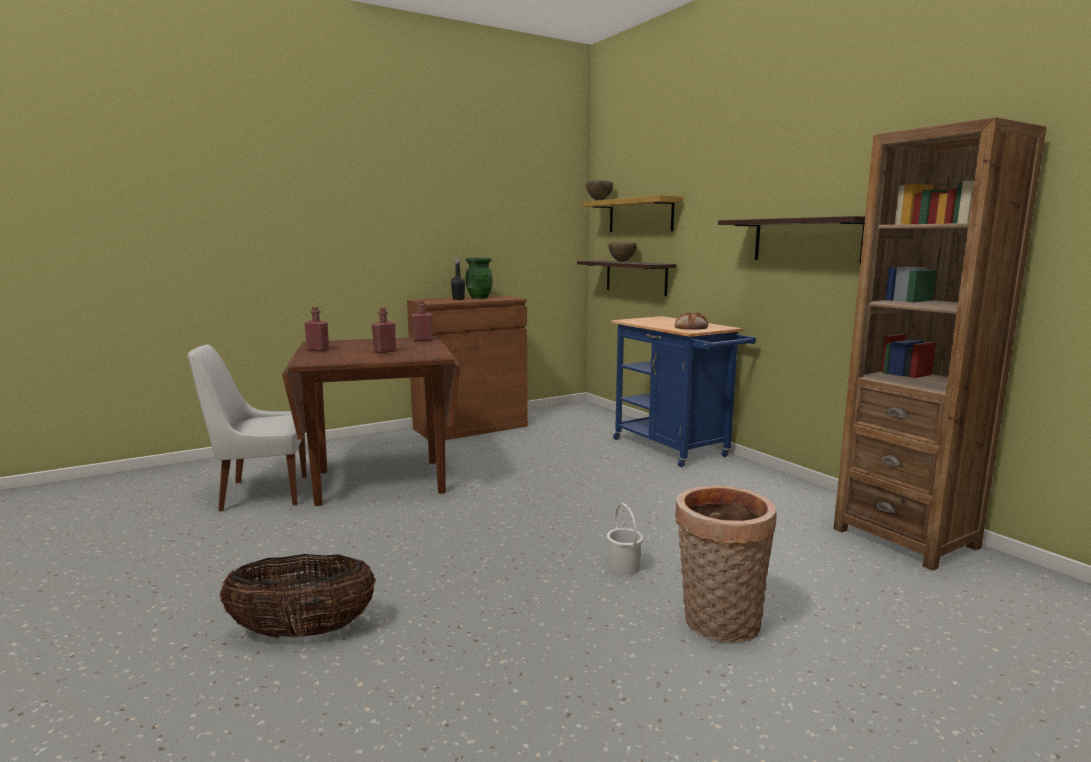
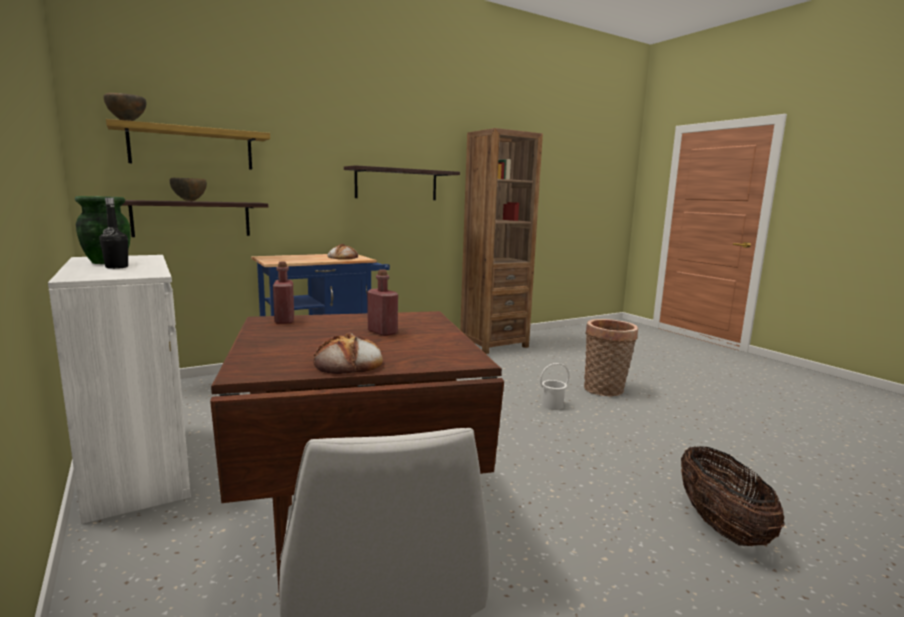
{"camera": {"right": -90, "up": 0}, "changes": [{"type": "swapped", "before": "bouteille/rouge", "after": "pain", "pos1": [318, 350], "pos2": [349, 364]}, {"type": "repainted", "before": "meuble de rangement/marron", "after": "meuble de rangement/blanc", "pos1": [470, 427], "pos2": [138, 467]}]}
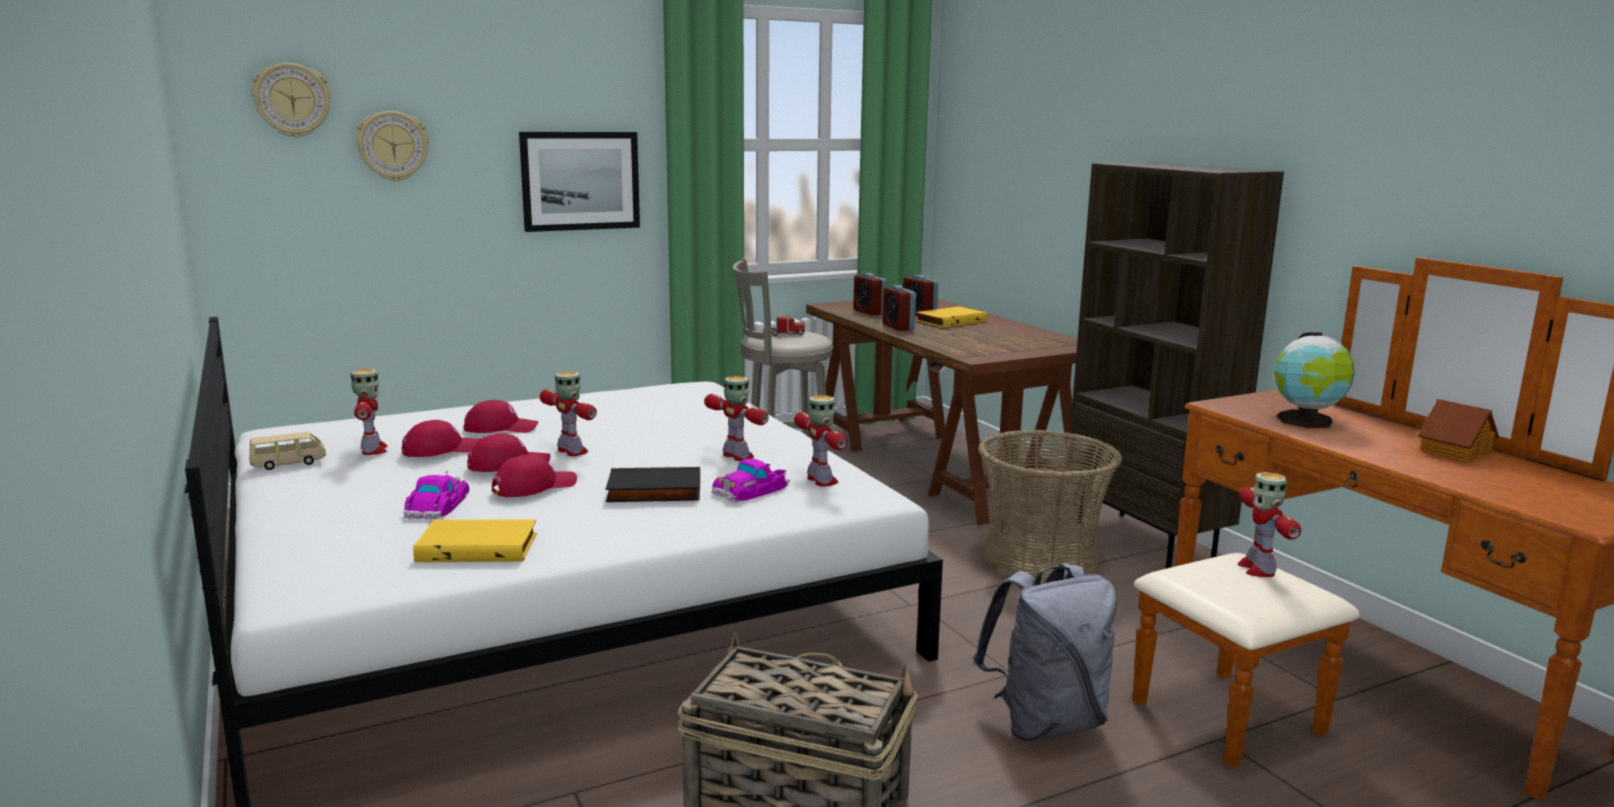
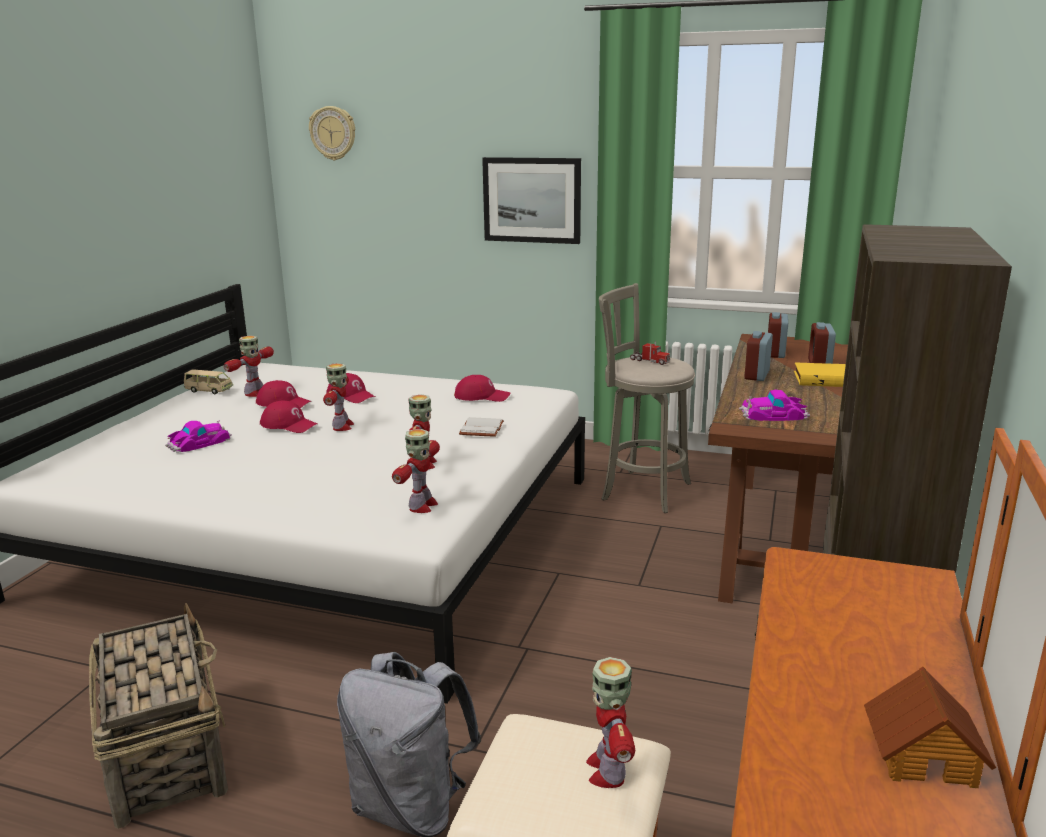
{"camera": {"right": 45, "up": 5}, "changes": [{"type": "gone", "before": "horloge murale", "pos1": [392, 146]}, {"type": "gone", "before": "livre/jaune", "pos1": [479, 547]}, {"type": "shifted", "before": "casquette/rouge", "pos1": [534, 486], "pos2": [482, 396]}, {"type": "gone", "before": "livre/noir", "pos1": [653, 492]}, {"type": "shifted", "before": "petite voiture", "pos1": [751, 489], "pos2": [773, 415]}, {"type": "gone", "before": "panier", "pos1": [1041, 560]}, {"type": "rotated", "before": "robot jouet", "pos1": [1257, 568], "pos2": [607, 769], "turn": -45}, {"type": "gone", "before": "globe", "pos1": [1306, 421]}, {"type": "new", "after": "livre/blanc", "pos2": [480, 428]}]}
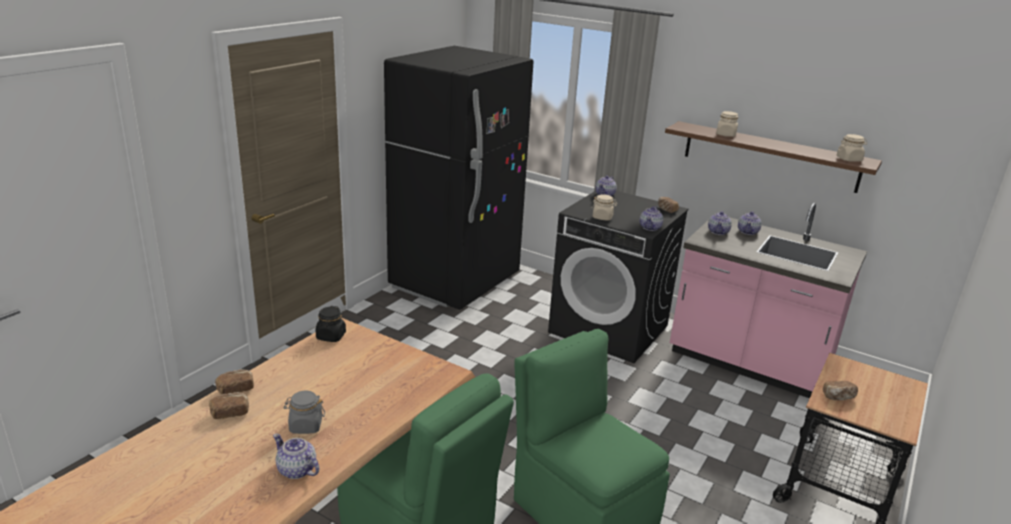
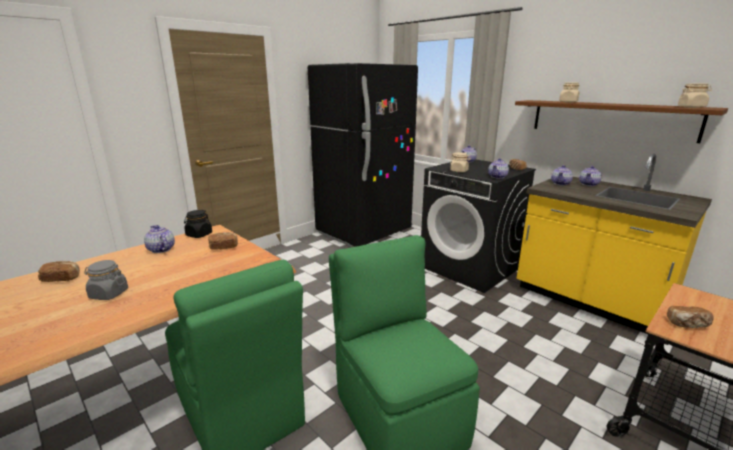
{"camera": {"right": 15, "up": -5}, "changes": [{"type": "shifted", "before": "pain", "pos1": [235, 389], "pos2": [223, 247]}, {"type": "shifted", "before": "théière", "pos1": [297, 470], "pos2": [161, 249]}, {"type": "repainted", "before": "comptoir de cuisine/rose", "after": "comptoir de cuisine/jaune", "pos1": [749, 362], "pos2": [590, 300]}]}
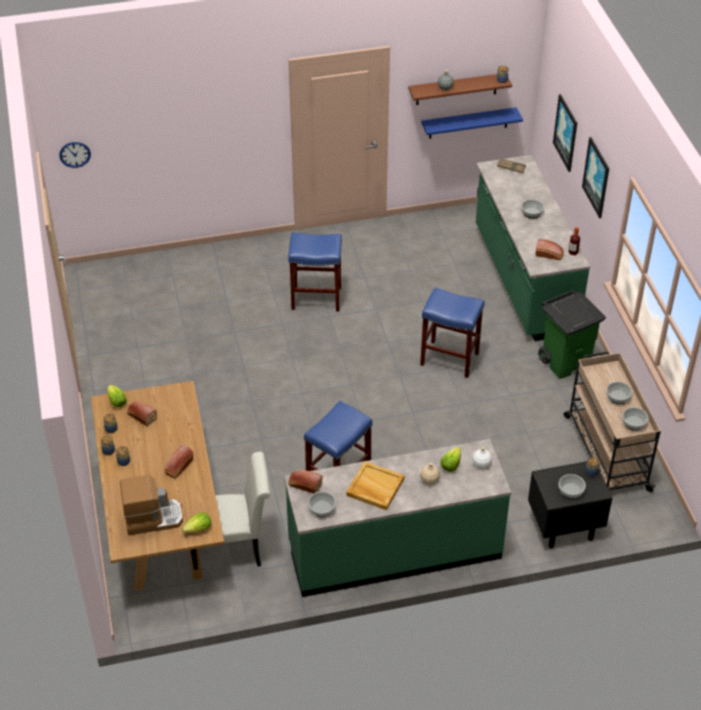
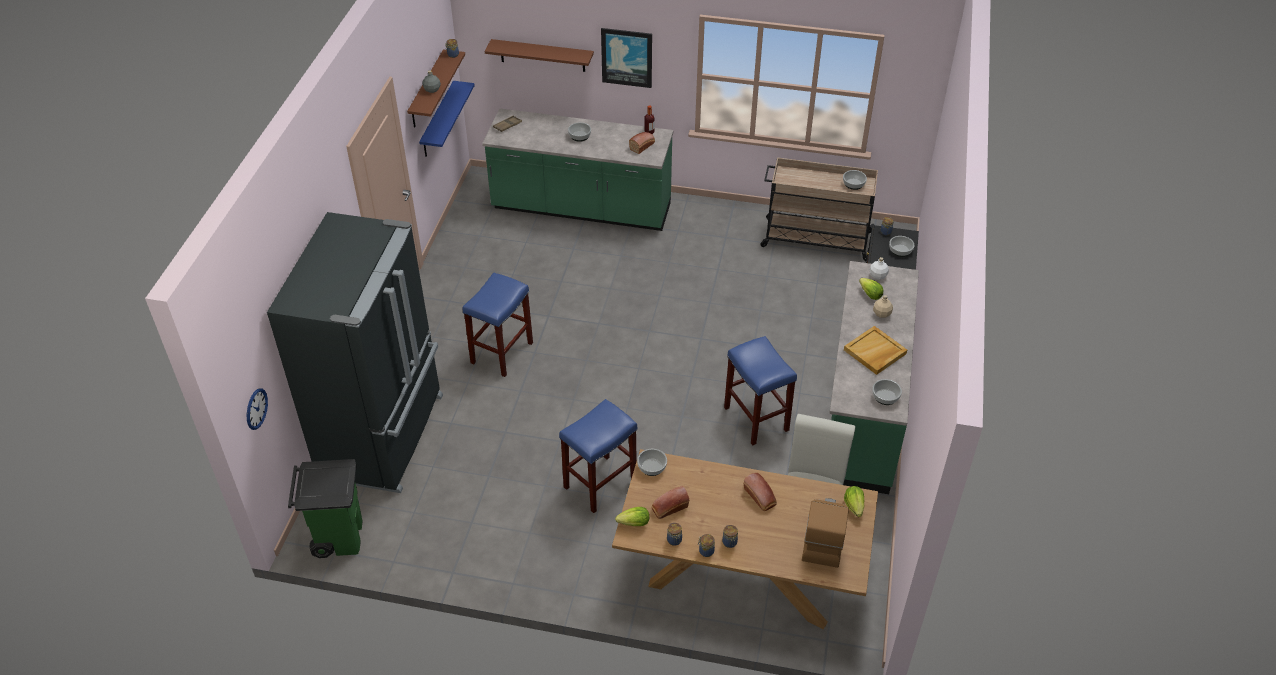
{"camera": {"right": -65, "up": 0}, "changes": [{"type": "gone", "before": "pain", "pos1": [304, 485]}, {"type": "shifted", "before": "tabouret/bleu", "pos1": [448, 359], "pos2": [599, 484]}, {"type": "shifted", "before": "poubelle/vert", "pos1": [565, 361], "pos2": [338, 536]}, {"type": "swapped", "before": "tableau", "after": "étagère/marron", "pos1": [566, 132], "pos2": [542, 55]}, {"type": "shifted", "before": "bol", "pos1": [617, 397], "pos2": [651, 467]}, {"type": "new", "after": "réfrigérateur/noir", "pos2": [385, 436]}]}
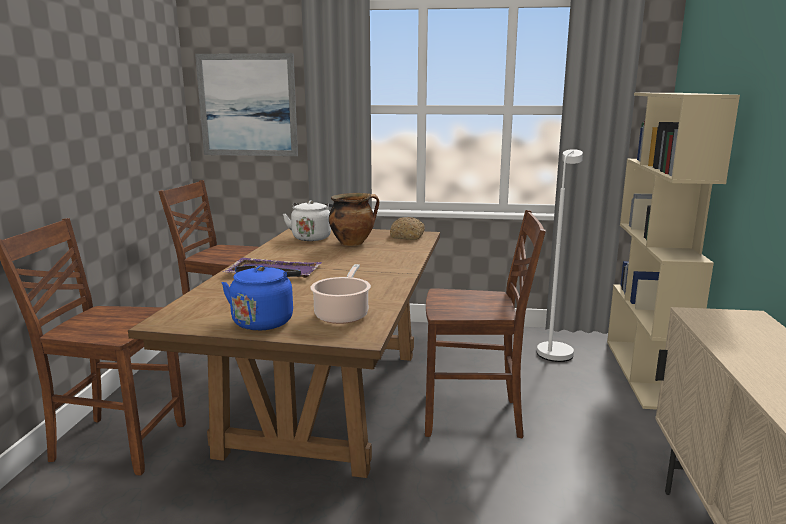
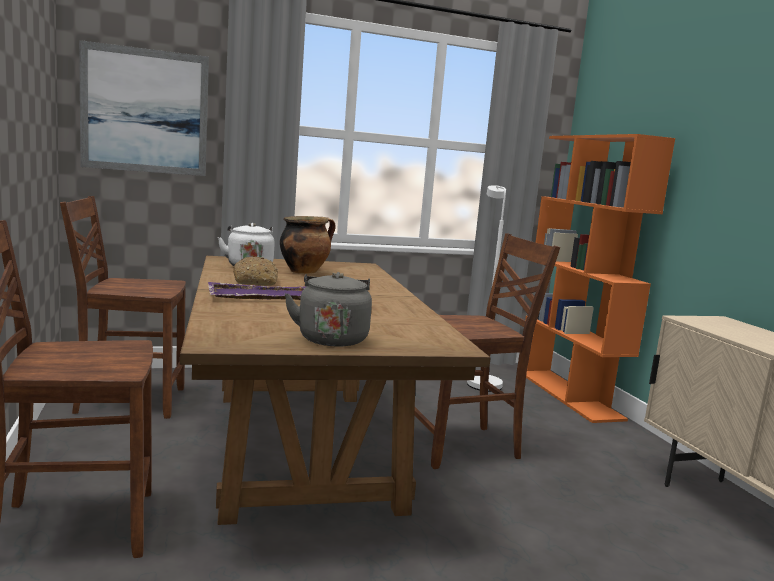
{"camera": {"right": -25, "up": -5}, "changes": [{"type": "repainted", "before": "bouilloire/bleu", "after": "bouilloire/gris", "pos1": [264, 321], "pos2": [332, 338]}, {"type": "gone", "before": "marmite", "pos1": [342, 314]}, {"type": "shifted", "before": "pain", "pos1": [407, 236], "pos2": [256, 281]}, {"type": "repainted", "before": "bibliothèque/beige", "after": "bibliothèque/orange", "pos1": [645, 373], "pos2": [569, 395]}]}
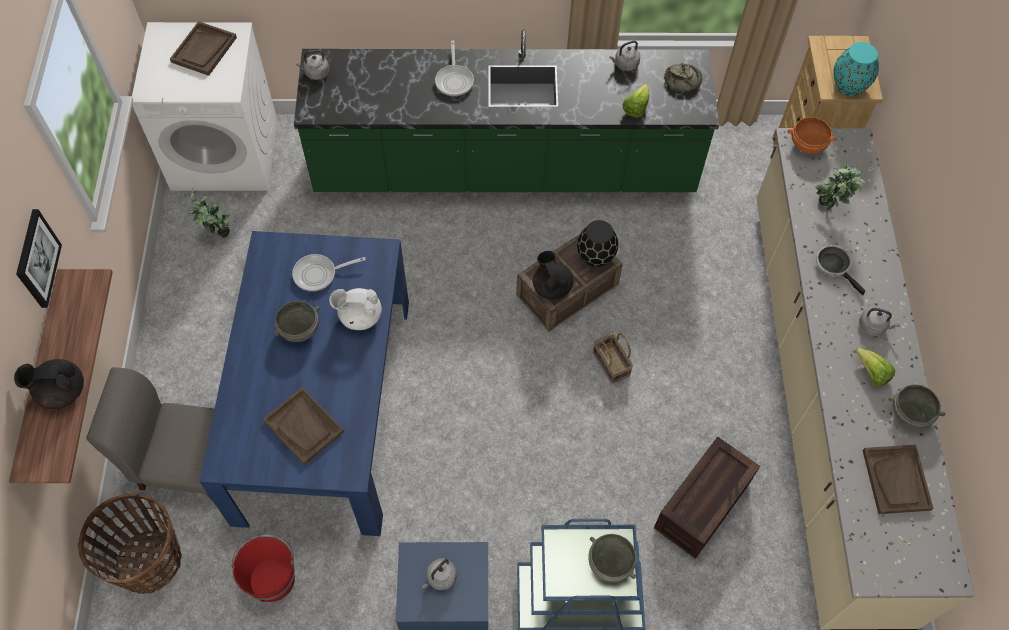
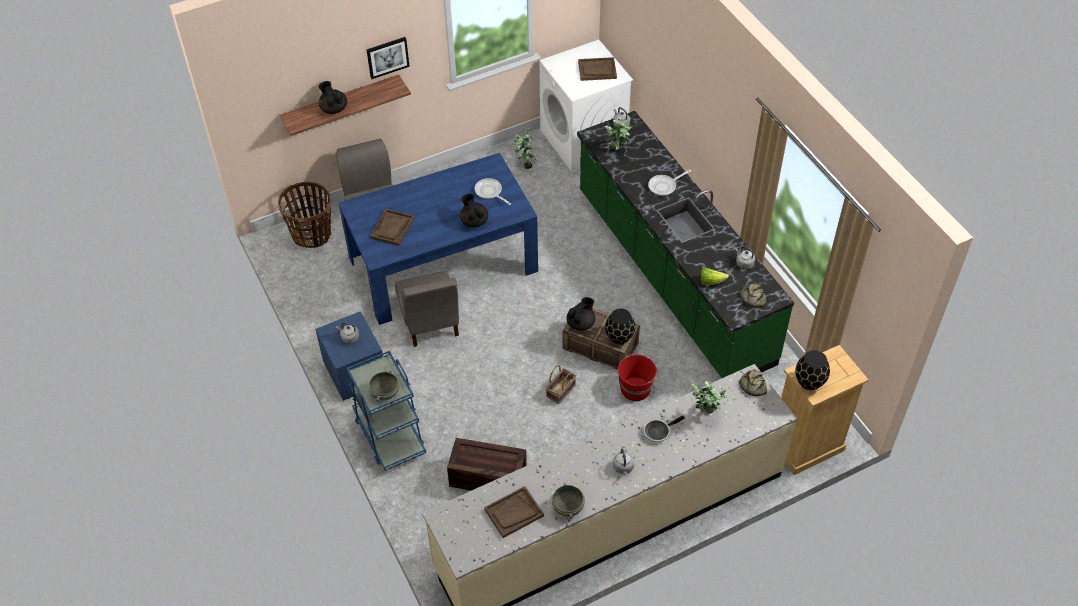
{"camera": {"right": 65, "up": -10}, "changes": [{"type": "shifted", "before": "seau/rouge", "pos1": [271, 578], "pos2": [636, 388]}, {"type": "gone", "before": "bol/gris", "pos1": [299, 330]}, {"type": "repainted", "before": "théière/blanc", "after": "théière/noir", "pos1": [359, 316], "pos2": [474, 221]}, {"type": "swapped", "before": "bol/orange", "after": "pain", "pos1": [807, 144], "pos2": [752, 385]}, {"type": "rotated", "before": "poêle", "pos1": [834, 266], "pos2": [658, 432], "turn": -150}, {"type": "repainted", "before": "vase/turquoise", "after": "vase/noir", "pos1": [849, 86], "pos2": [809, 382]}, {"type": "gone", "before": "laitue", "pos1": [871, 373]}, {"type": "new", "after": "chaise/gris", "pos2": [430, 322]}, {"type": "new", "after": "plante en pot", "pos2": [617, 152]}]}
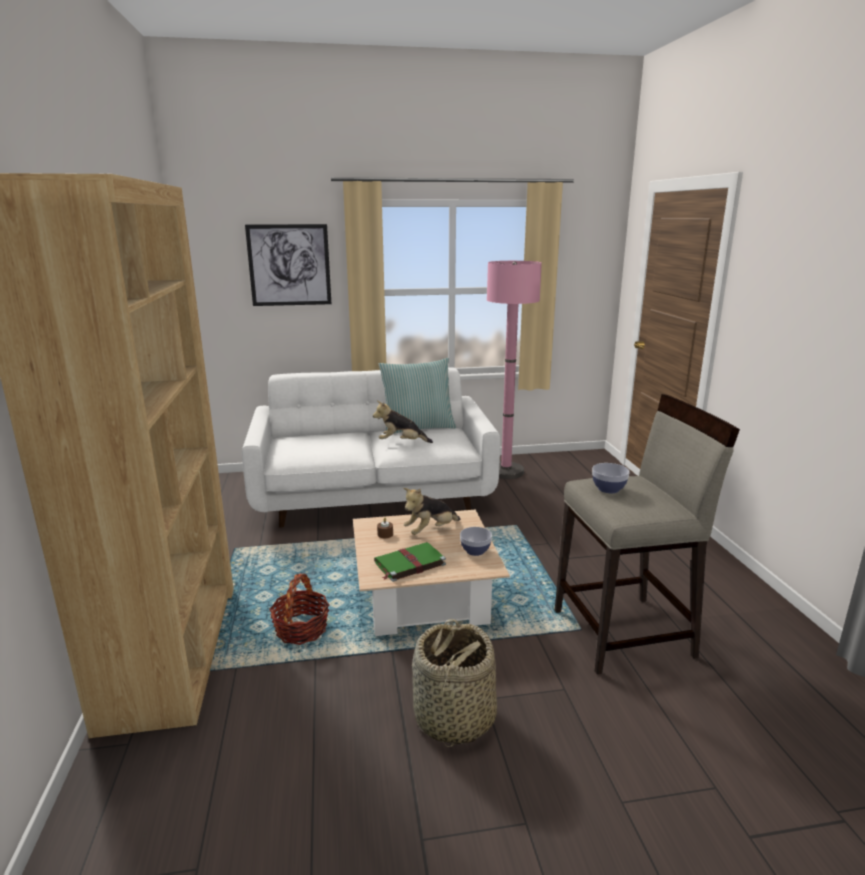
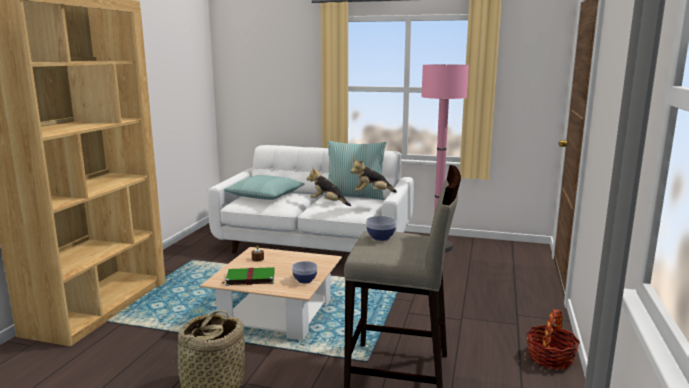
{"camera": {"right": 25, "up": -5}, "changes": [{"type": "gone", "before": "tableau", "pos1": [289, 265]}, {"type": "shifted", "before": "panier", "pos1": [301, 629], "pos2": [550, 358]}, {"type": "shifted", "before": "peluche", "pos1": [430, 531], "pos2": [372, 194]}, {"type": "new", "after": "coussin", "pos2": [265, 196]}]}
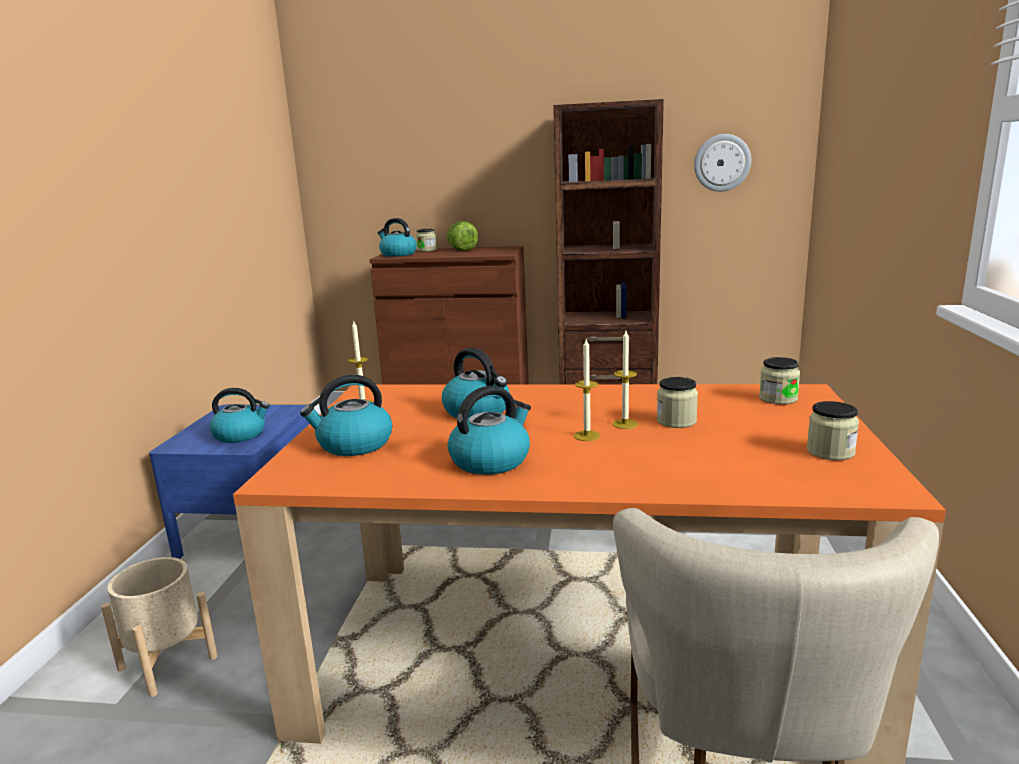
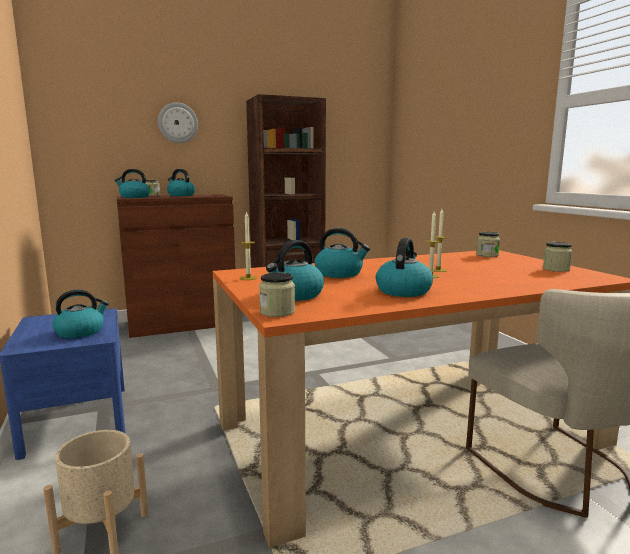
{"camera": {"right": -30, "up": -5}, "changes": [{"type": "swapped", "before": "laitue", "after": "bouilloire", "pos1": [461, 250], "pos2": [180, 195]}, {"type": "shifted", "before": "bocal", "pos1": [676, 421], "pos2": [277, 312]}, {"type": "shifted", "before": "horloge murale", "pos1": [722, 163], "pos2": [178, 123]}]}
